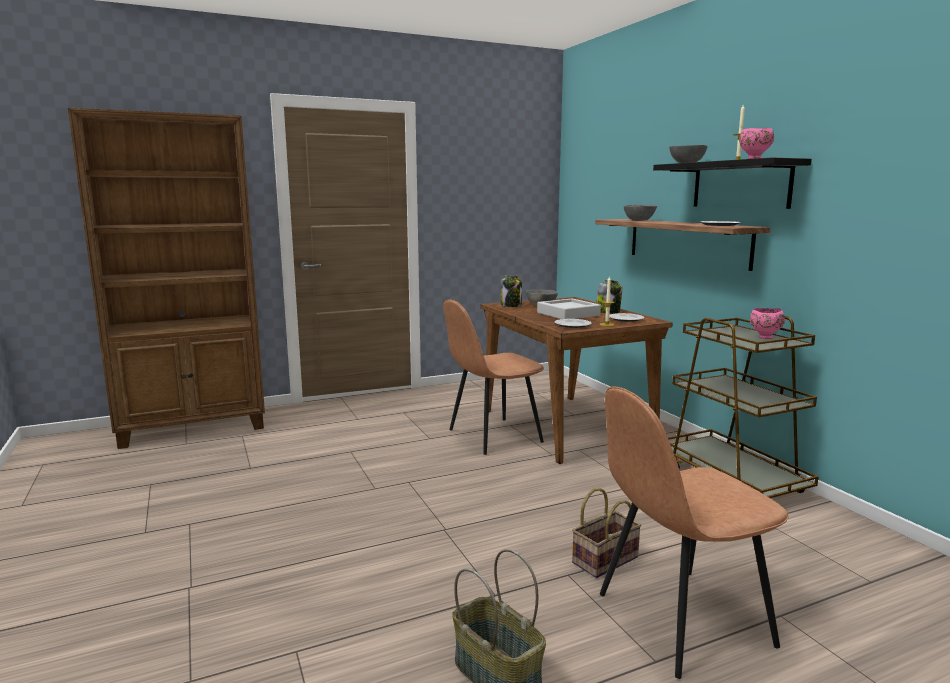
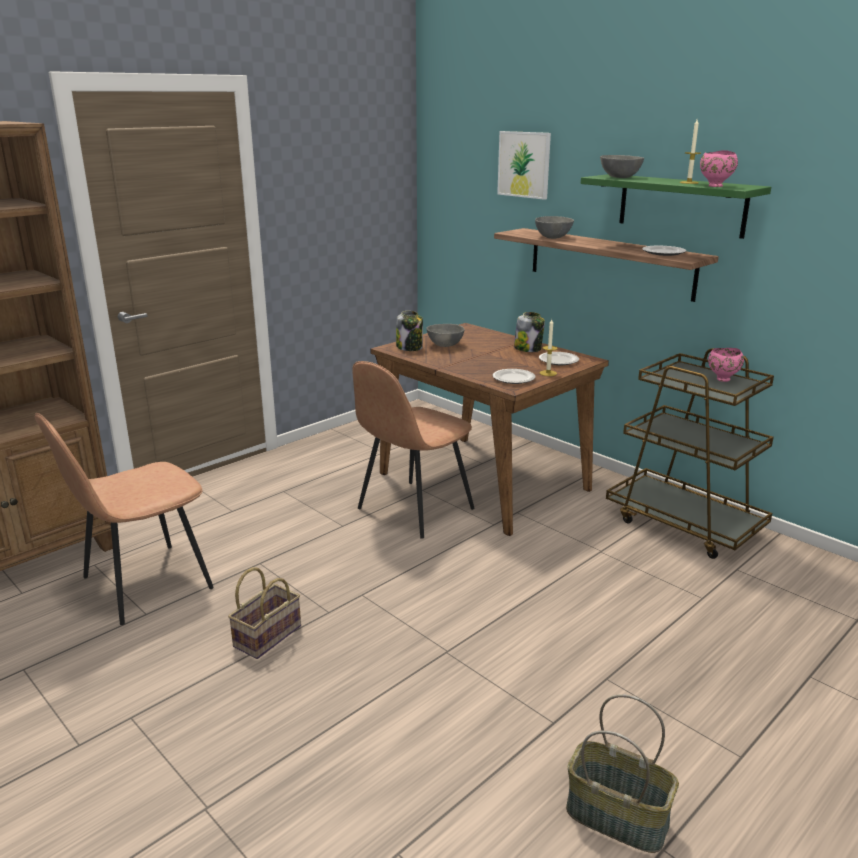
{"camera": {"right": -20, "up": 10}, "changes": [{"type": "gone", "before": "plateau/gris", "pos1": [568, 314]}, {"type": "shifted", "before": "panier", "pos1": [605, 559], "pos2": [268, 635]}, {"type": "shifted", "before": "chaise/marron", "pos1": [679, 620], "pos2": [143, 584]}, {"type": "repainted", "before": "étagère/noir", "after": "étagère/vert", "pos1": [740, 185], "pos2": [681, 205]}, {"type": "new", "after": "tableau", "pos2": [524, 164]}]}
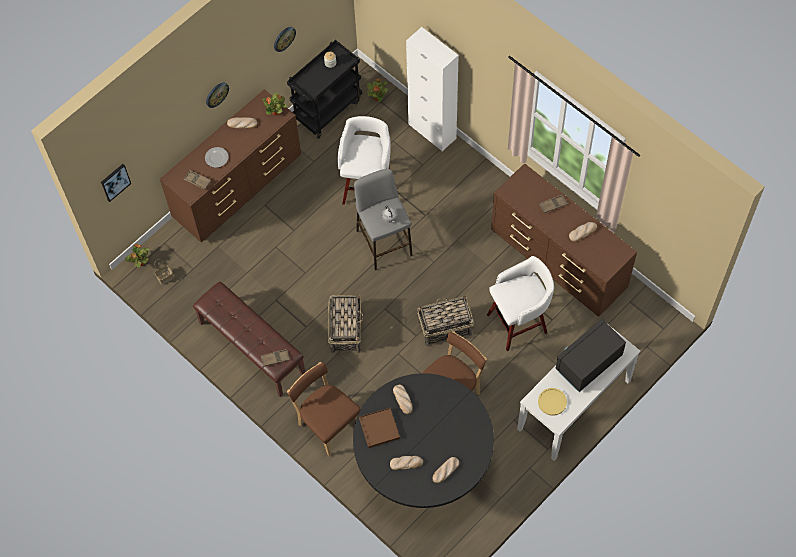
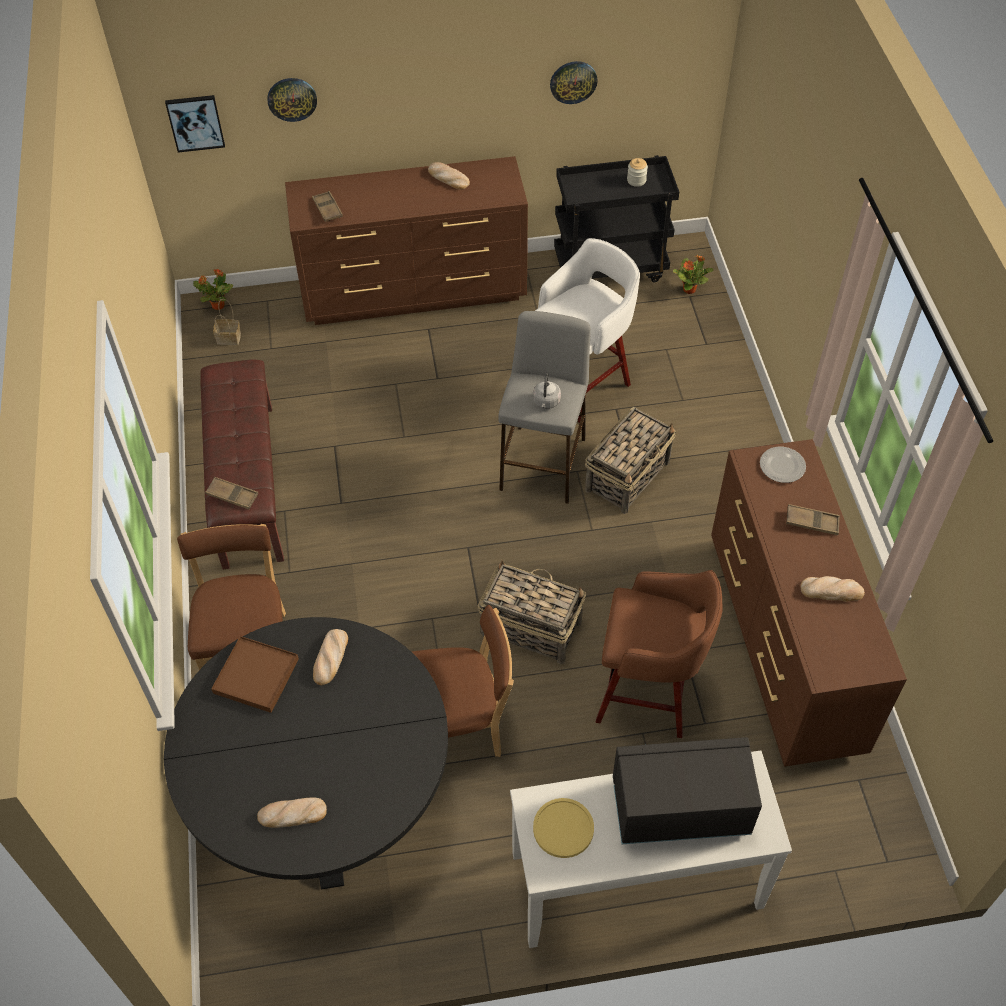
{"camera": {"right": 35, "up": -10}, "changes": [{"type": "shifted", "before": "assiette", "pos1": [216, 158], "pos2": [781, 466]}, {"type": "shifted", "before": "horloge murale", "pos1": [216, 94], "pos2": [292, 99]}, {"type": "gone", "before": "plante en pot", "pos1": [276, 112]}, {"type": "shifted", "before": "panier", "pos1": [346, 330], "pos2": [628, 475]}, {"type": "gone", "before": "pain", "pos1": [406, 463]}, {"type": "gone", "before": "meuble de rangement/blanc", "pos1": [432, 131]}, {"type": "repainted", "before": "tabouret/blanc", "after": "tabouret/marron", "pos1": [519, 323], "pos2": [648, 694]}]}
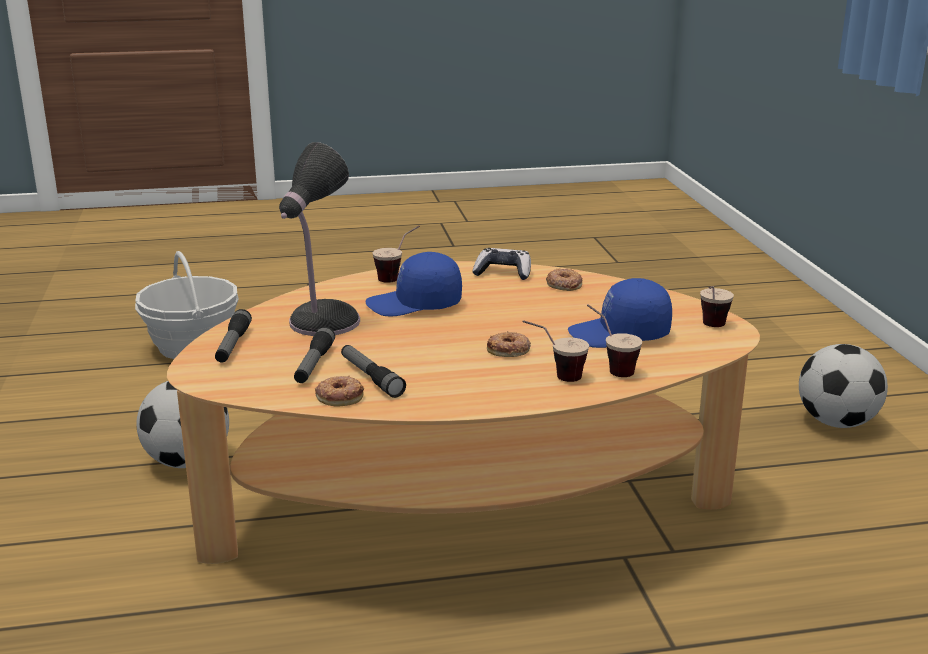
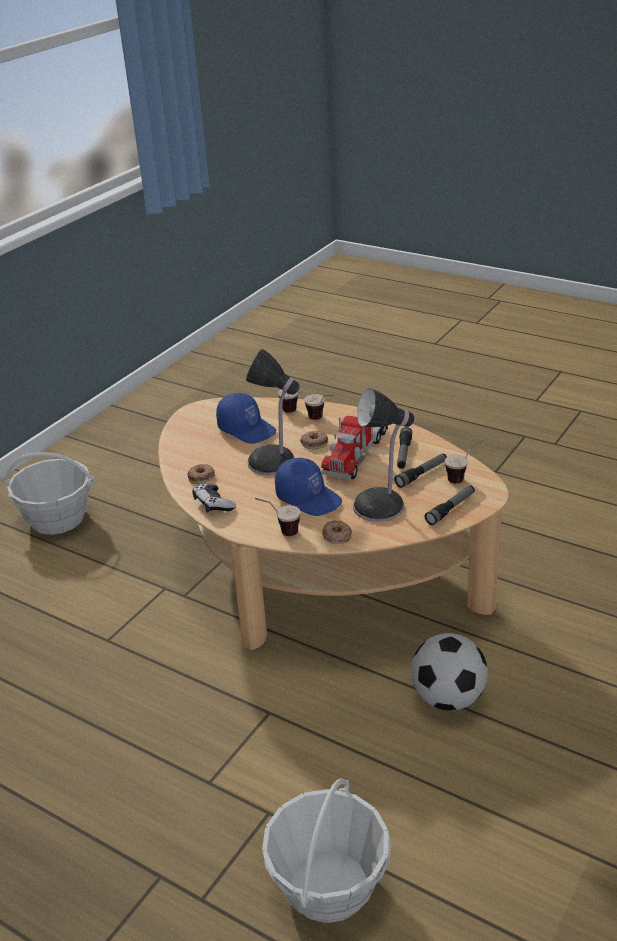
{"camera": {"right": -135, "up": 10}, "changes": [{"type": "shifted", "before": "beignet", "pos1": [340, 396], "pos2": [336, 535]}, {"type": "shifted", "before": "tasse", "pos1": [711, 328], "pos2": [463, 477]}, {"type": "swapped", "before": "ballon de foot", "after": "panier", "pos1": [836, 422], "pos2": [57, 519]}, {"type": "new", "after": "lampe de table", "pos2": [274, 462]}, {"type": "new", "after": "camion jouet", "pos2": [356, 453]}]}
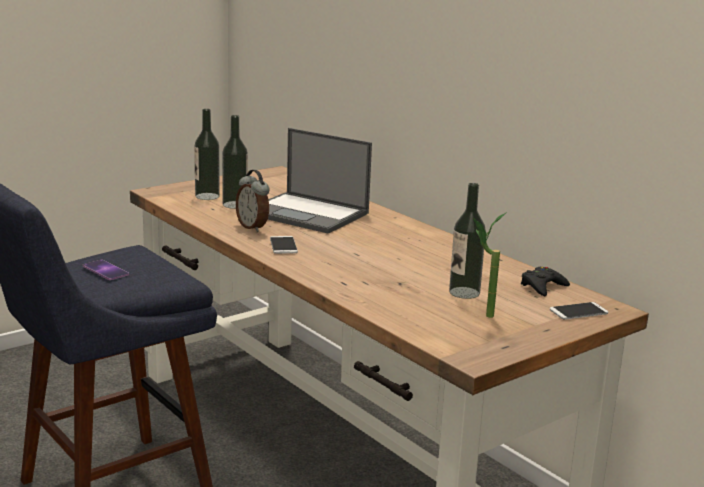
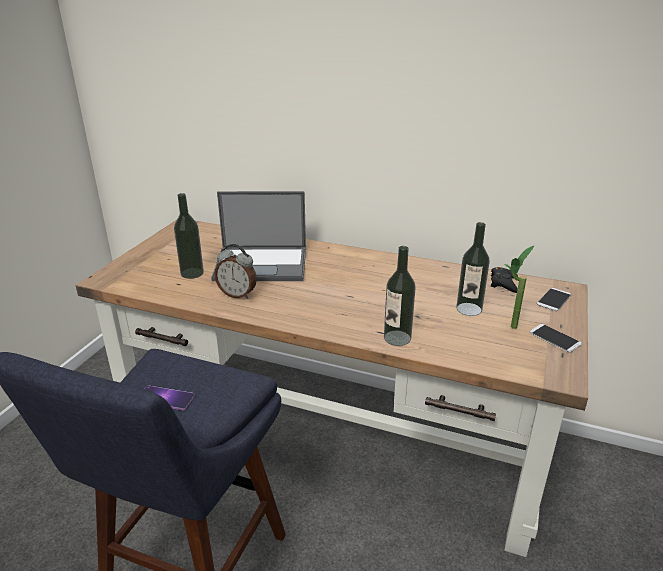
{"camera": {"right": -30, "up": 10}, "changes": [{"type": "shifted", "before": "bouteille", "pos1": [207, 196], "pos2": [397, 338]}, {"type": "shifted", "before": "téléphone", "pos1": [283, 245], "pos2": [555, 338]}]}
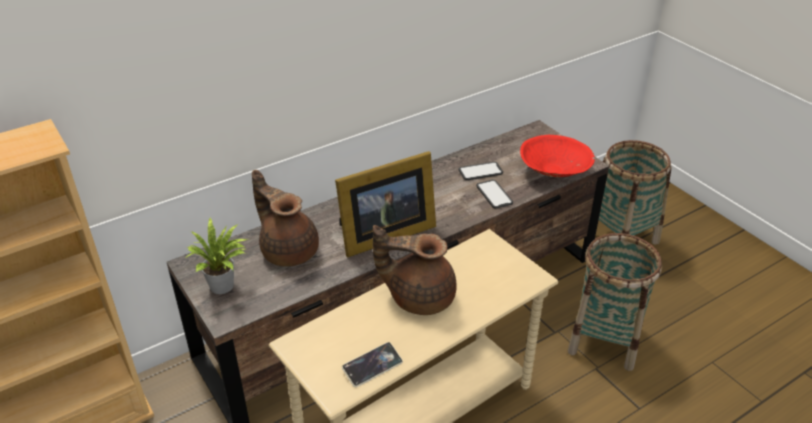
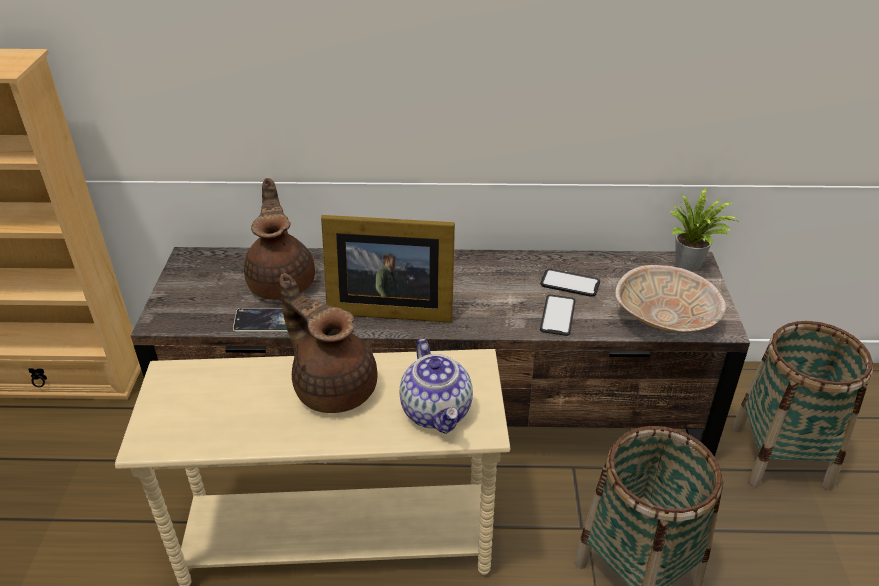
{"camera": {"right": 35, "up": 0}, "changes": [{"type": "shifted", "before": "plante en pot", "pos1": [224, 287], "pos2": [690, 265]}, {"type": "shifted", "before": "téléphone", "pos1": [372, 367], "pos2": [265, 323]}, {"type": "repainted", "before": "bol/rouge", "after": "bol/beige", "pos1": [555, 171], "pos2": [666, 319]}, {"type": "new", "after": "théière", "pos2": [437, 411]}]}
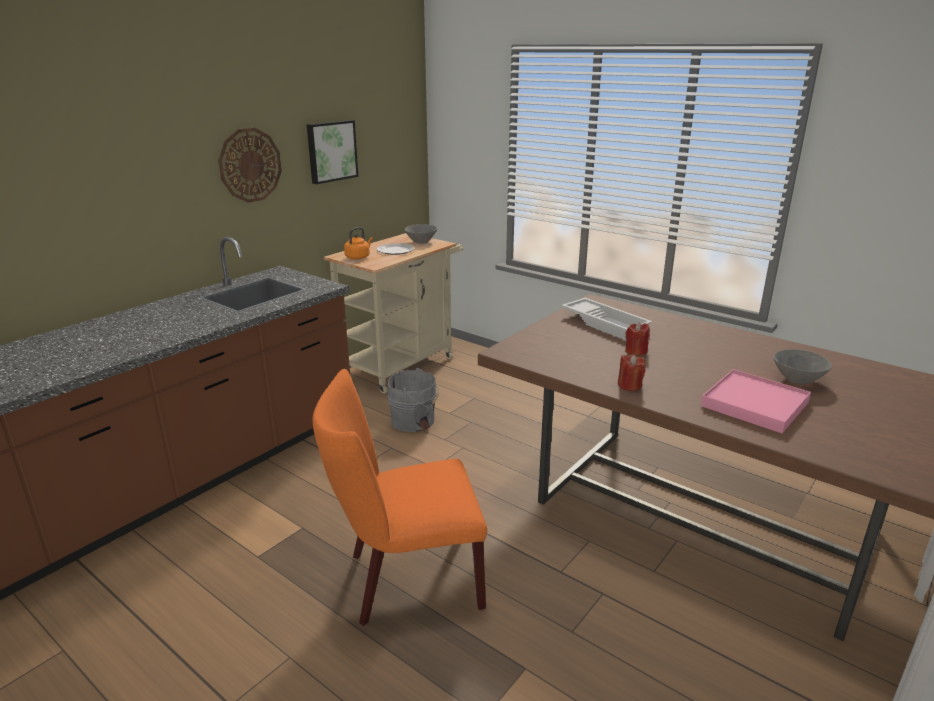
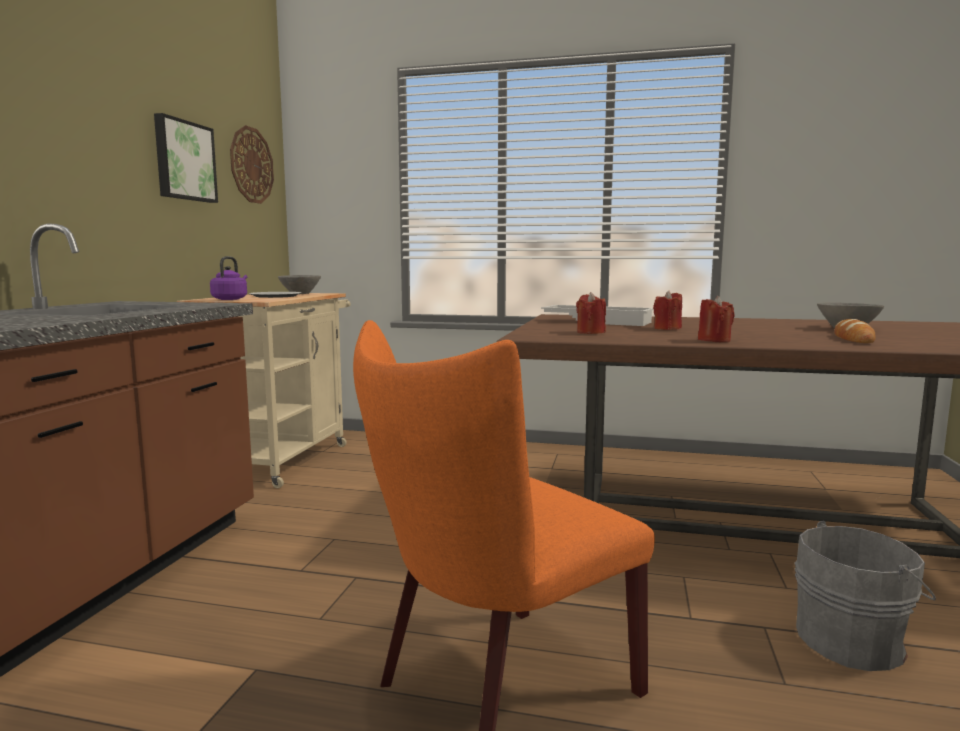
{"camera": {"right": -25, "up": -15}, "changes": [{"type": "shifted", "before": "horloge murale", "pos1": [250, 165], "pos2": [251, 165]}, {"type": "repainted", "before": "bouilloire/orange", "after": "bouilloire/violet", "pos1": [358, 257], "pos2": [231, 299]}, {"type": "shifted", "before": "seau/gris", "pos1": [415, 421], "pos2": [854, 641]}, {"type": "swapped", "before": "plateau/rose", "after": "pain", "pos1": [754, 404], "pos2": [853, 338]}, {"type": "new", "after": "bougie/rouge", "pos2": [590, 332]}]}
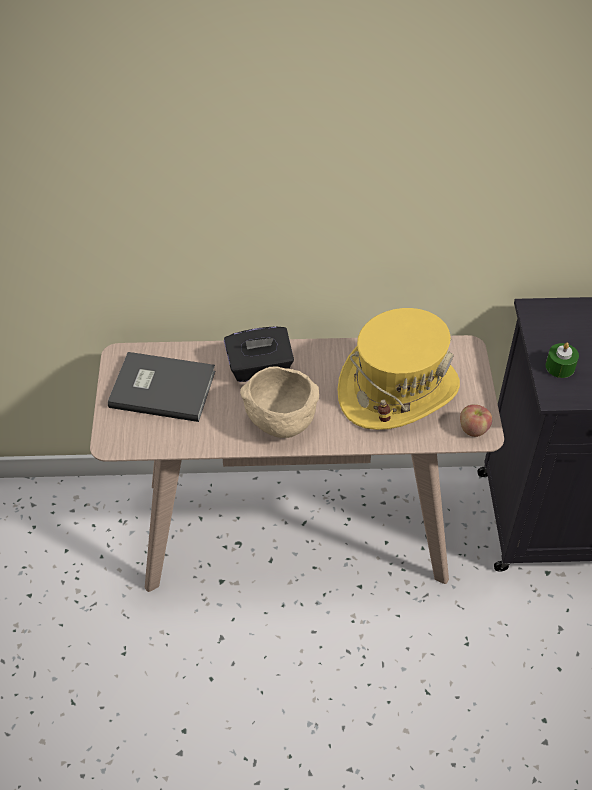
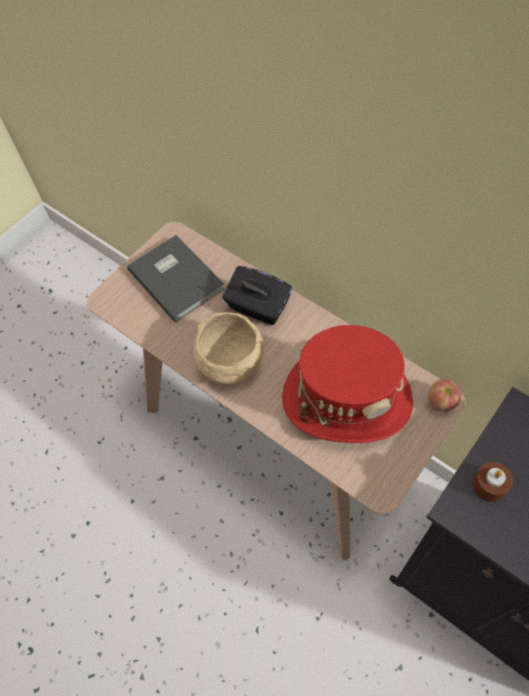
{"camera": {"right": 45, "up": 10}, "changes": [{"type": "repainted", "before": "chapeau/jaune", "after": "chapeau/rouge", "pos1": [397, 389], "pos2": [347, 398]}, {"type": "shifted", "before": "pomme", "pos1": [473, 429], "pos2": [441, 401]}, {"type": "repainted", "before": "bougie/vert", "after": "bougie/marron", "pos1": [560, 367], "pos2": [489, 485]}]}
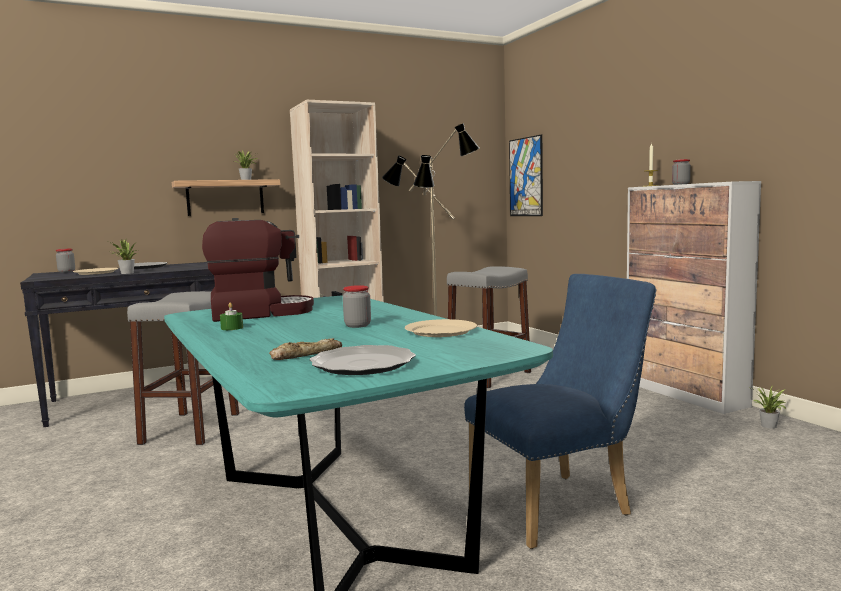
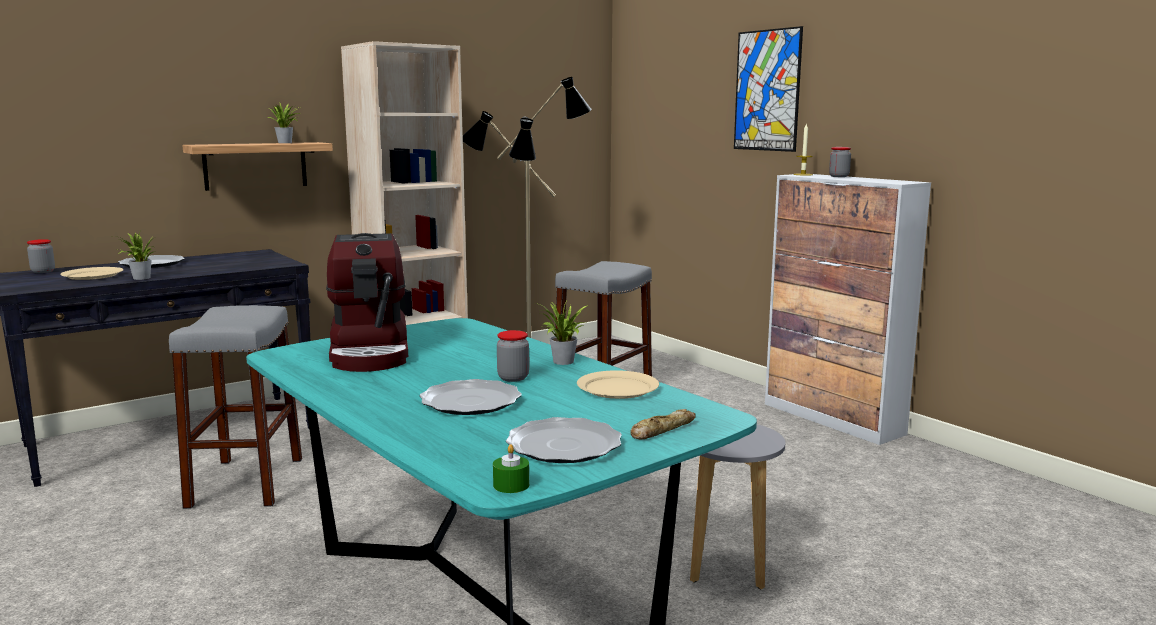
{"camera": {"right": -10, "up": 5}, "changes": [{"type": "rotated", "before": "machine à café", "pos1": [259, 313], "pos2": [371, 352], "turn": 105}, {"type": "shifted", "before": "bougie/vert", "pos1": [232, 328], "pos2": [511, 485]}, {"type": "shifted", "before": "pain", "pos1": [306, 355], "pos2": [661, 430]}, {"type": "swapped", "before": "chaise/bleu", "after": "tabouret/gris", "pos1": [560, 506], "pos2": [728, 568]}, {"type": "shifted", "before": "tableau", "pos1": [526, 177], "pos2": [767, 90]}, {"type": "shifted", "before": "plante en pot", "pos1": [769, 426], "pos2": [562, 362]}, {"type": "new", "after": "assiette", "pos2": [470, 401]}]}
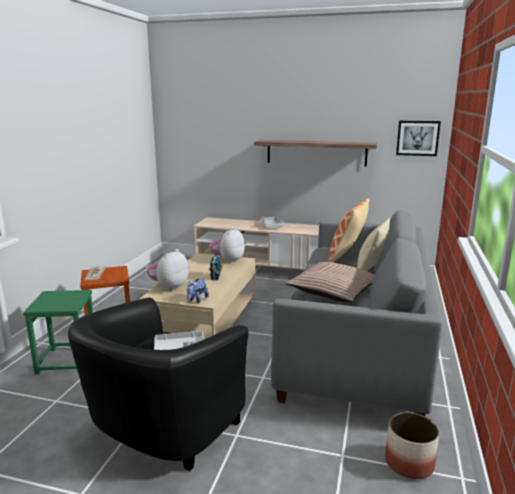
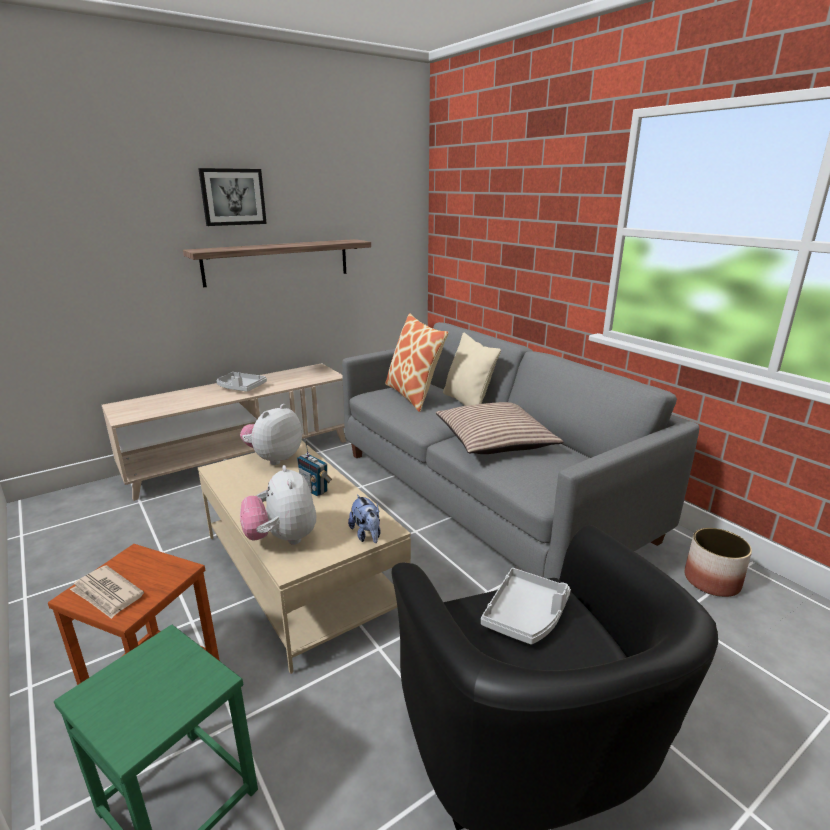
{"camera": {"right": -50, "up": 5}, "changes": [{"type": "rotated", "before": "peluche", "pos1": [228, 260], "pos2": [274, 458], "turn": 60}, {"type": "shifted", "before": "tableau", "pos1": [417, 138], "pos2": [233, 197]}]}
